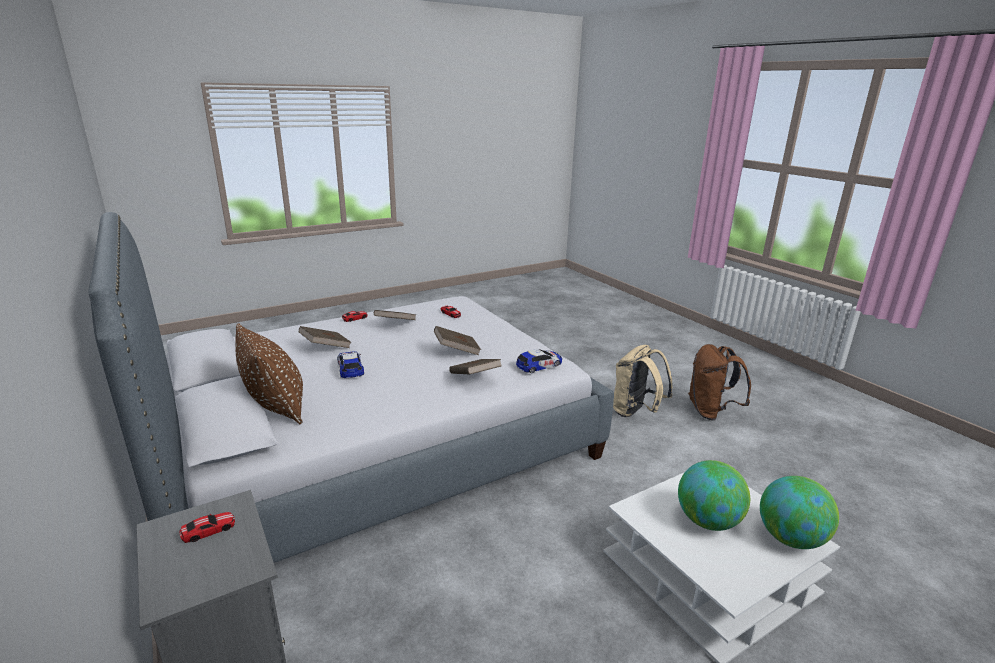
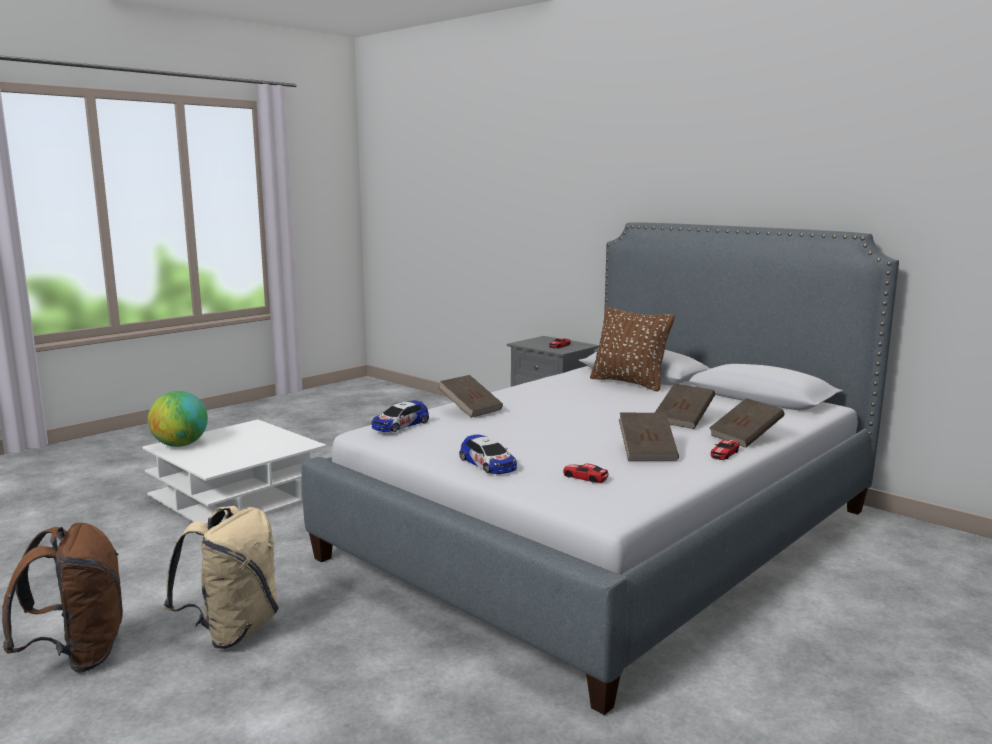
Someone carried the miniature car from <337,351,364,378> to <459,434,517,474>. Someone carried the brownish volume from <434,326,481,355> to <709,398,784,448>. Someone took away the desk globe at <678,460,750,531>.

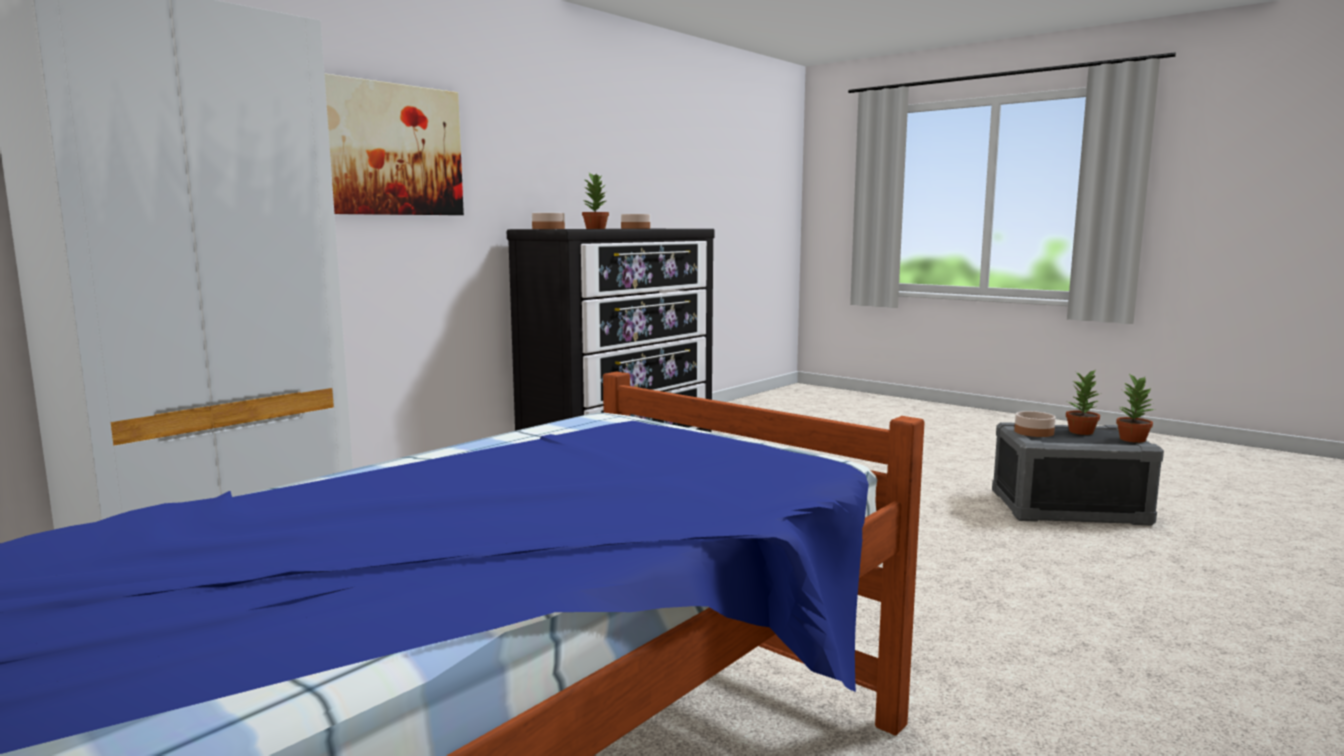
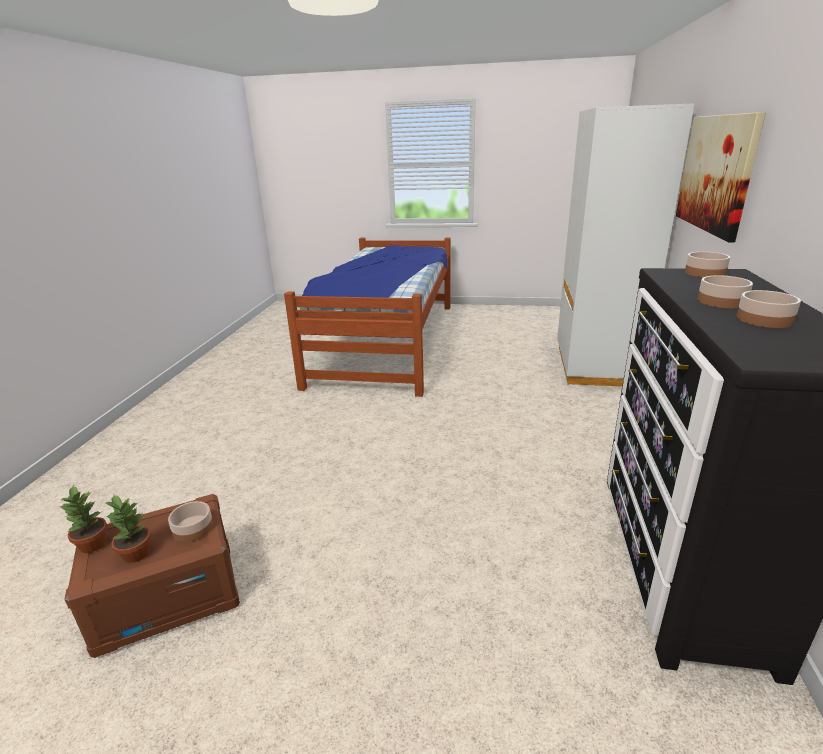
Someone repainted the grey storage bin at <992,422,1164,526>, which became the brownish storage bin at <64,494,240,658>. Someone put down the bowl at <698,275,753,308>. Someone took away the houseplant at <582,173,609,229>.

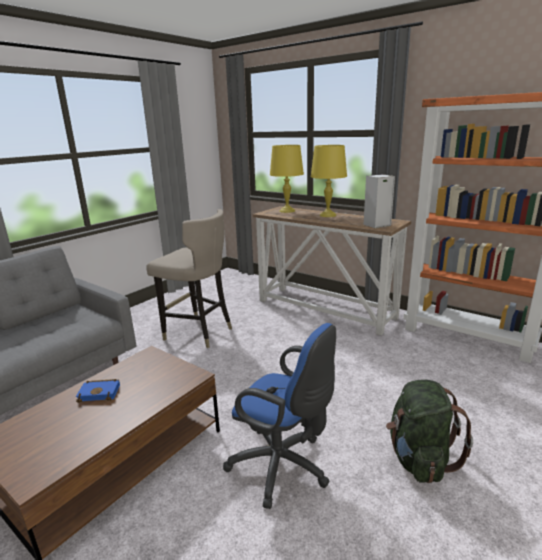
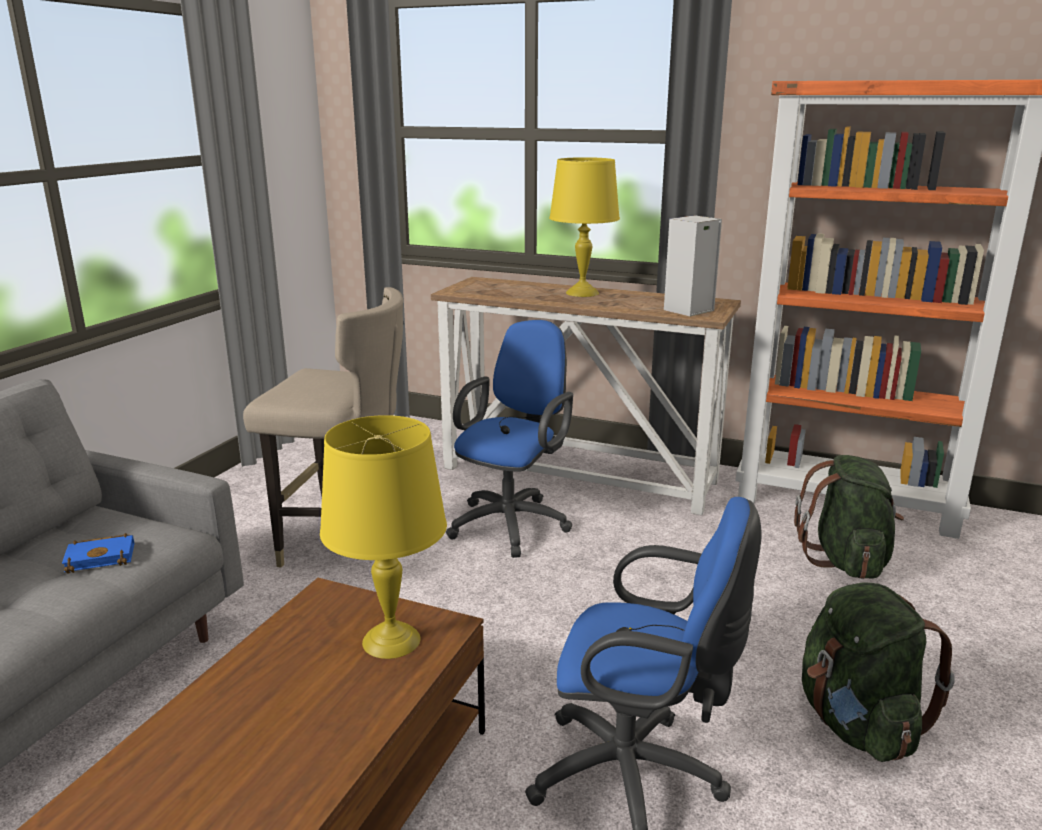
Someone carried the bluish volume from <76,379,120,403> to <62,533,134,574>. Someone carried the yellow-coloured lamp for a table from <270,145,304,213> to <320,415,447,659>. Someone put down the bluish desk chair at <446,320,573,558>. Someone put down the greenish rucksack at <794,455,904,579>.

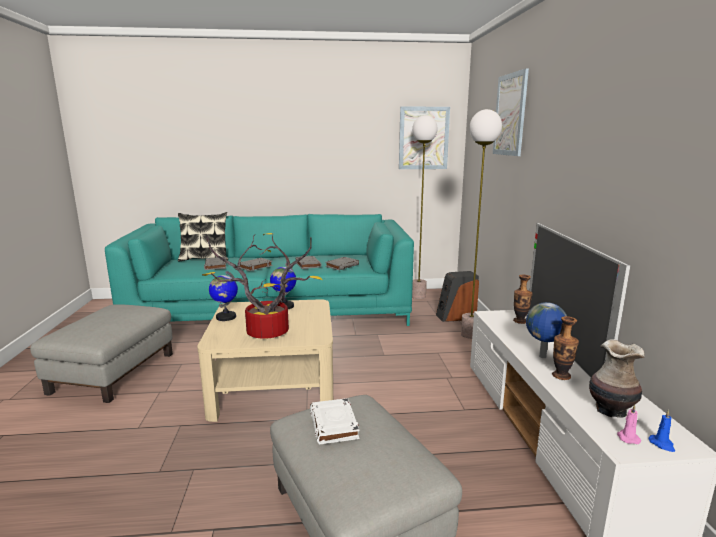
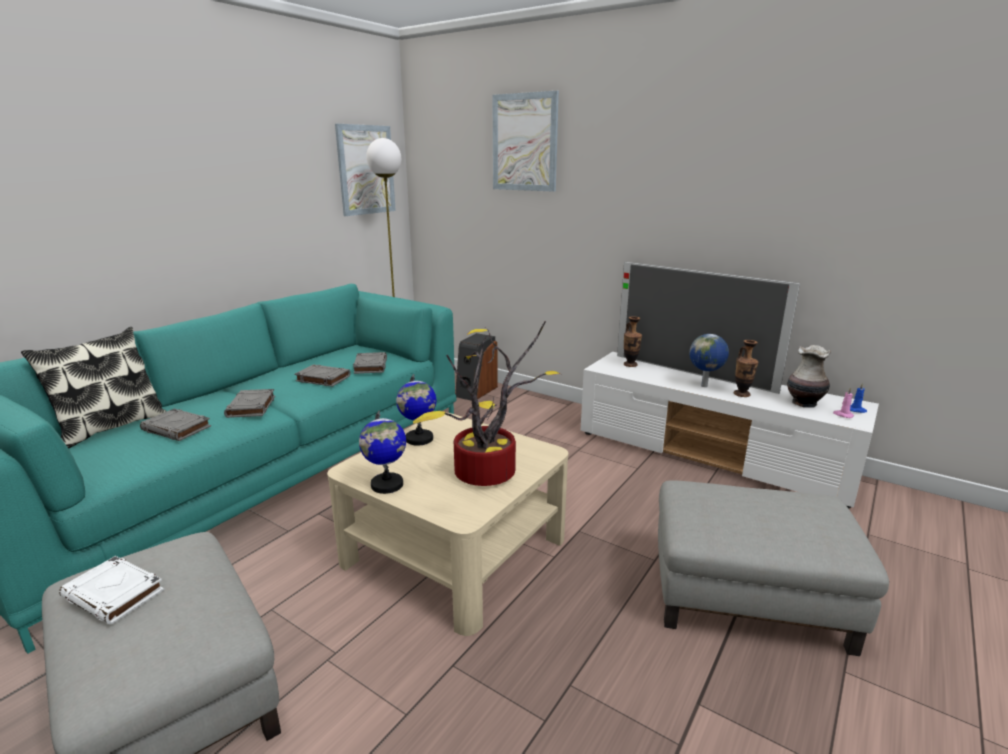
Someone carried the white volume from <310,398,360,444> to <59,556,164,625>. Someone took away the standing lamp at <461,109,502,339>.

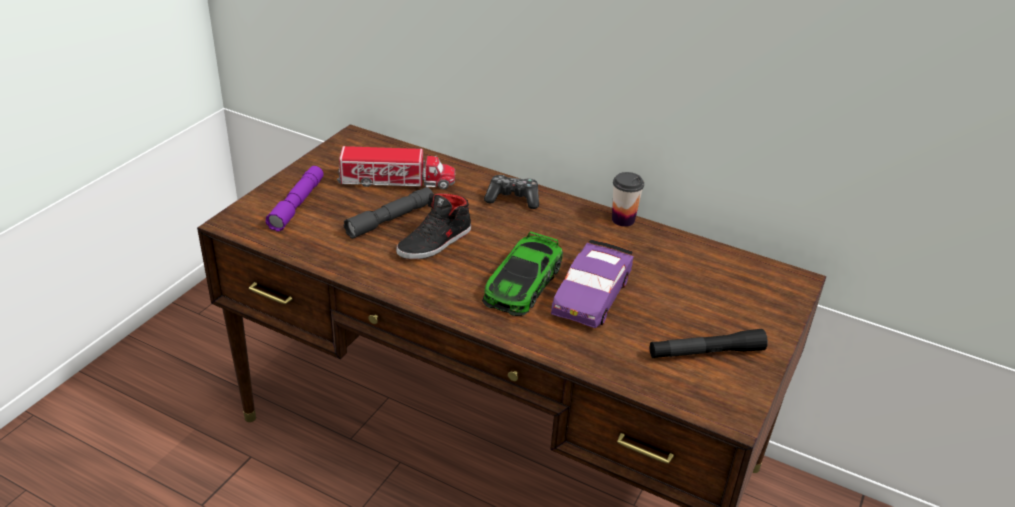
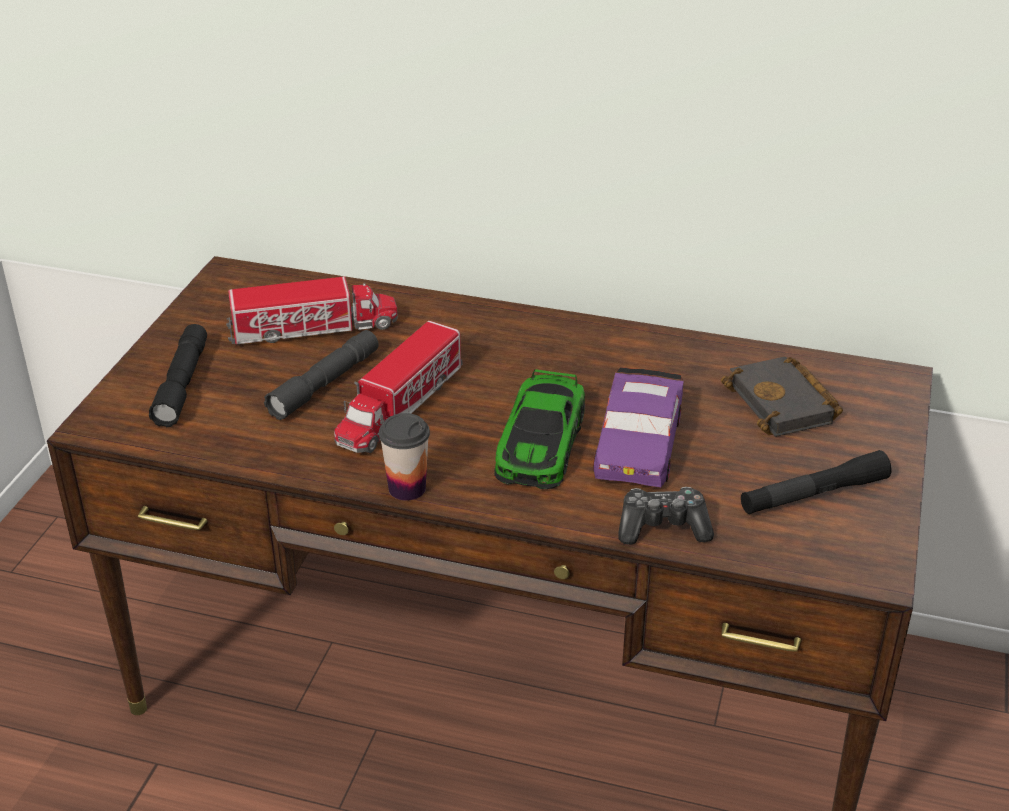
Someone repainted the purple-coloured torch at <265,166,324,232>, which became the black-coloured torch at <149,324,207,427>. Someone swapped the black-coloured low shoe at <396,193,471,259> for the toy truck at <334,321,462,453>. Someone carried the drinking cup from <612,172,644,227> to <379,413,430,501>. Someone carried the joypad from <484,175,539,209> to <618,487,714,545>. Someone put down the black-coloured volume at <721,357,843,437>.

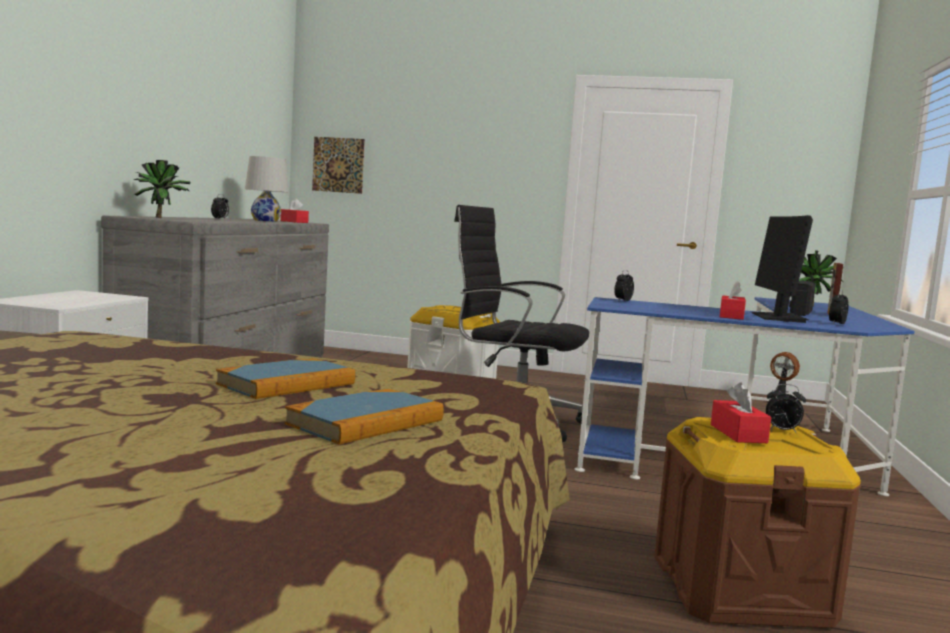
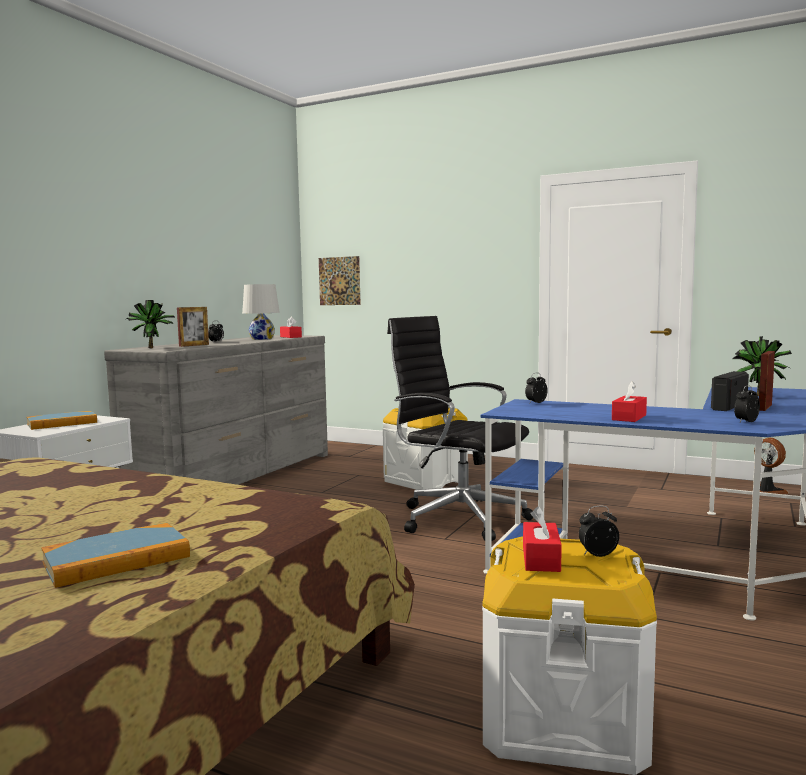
Someone carried the volume from <216,358,355,399> to <26,411,97,430>. Someone put down the standing frame at <177,307,209,347>. Someone repainted the brownish storage bin at <654,417,861,628>, which became the white storage bin at <482,536,657,775>. Someone rotated the alarm clock at <766,384,806,432> by 135 degrees clockwise. Someone took away the computer screen at <751,215,813,323>.

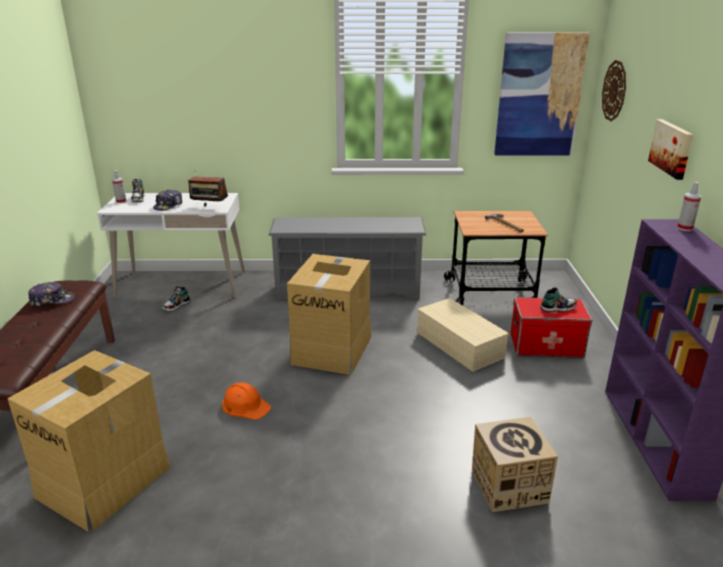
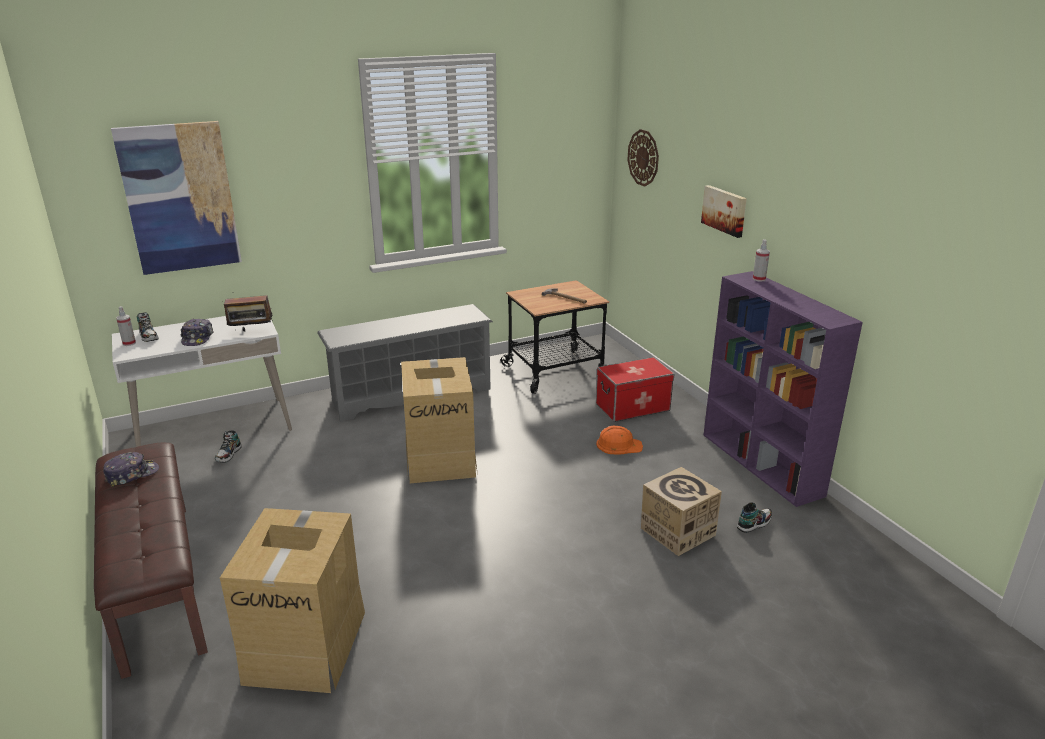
Someone carried the picture from <494,32,590,155> to <111,121,242,275>. Someone carried the orange hard hat from <222,383,271,420> to <596,426,643,454>. Someone carried the low shoe from <540,287,577,312> to <737,502,772,533>. Someone took away the beige-coloured storage bin at <417,298,509,372>.

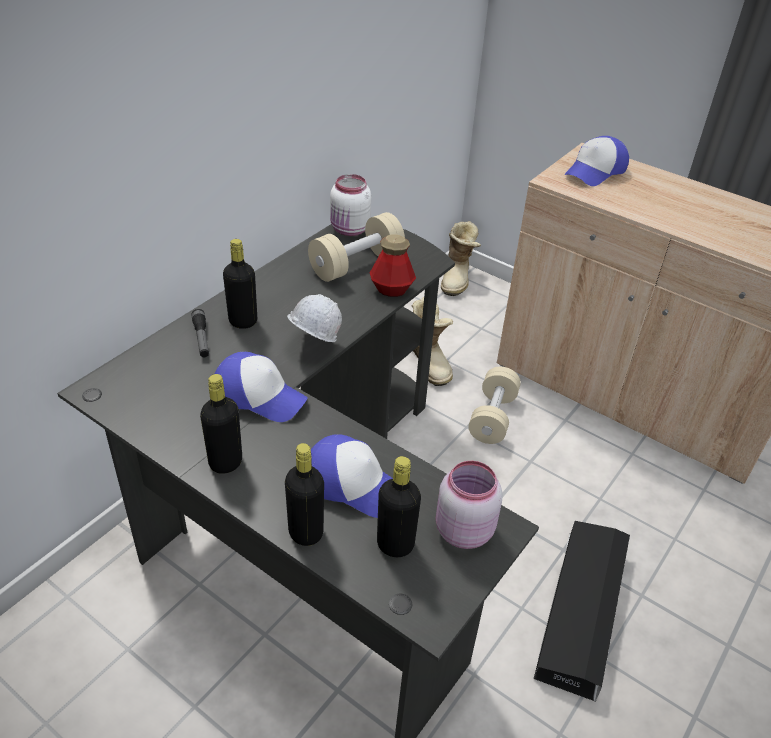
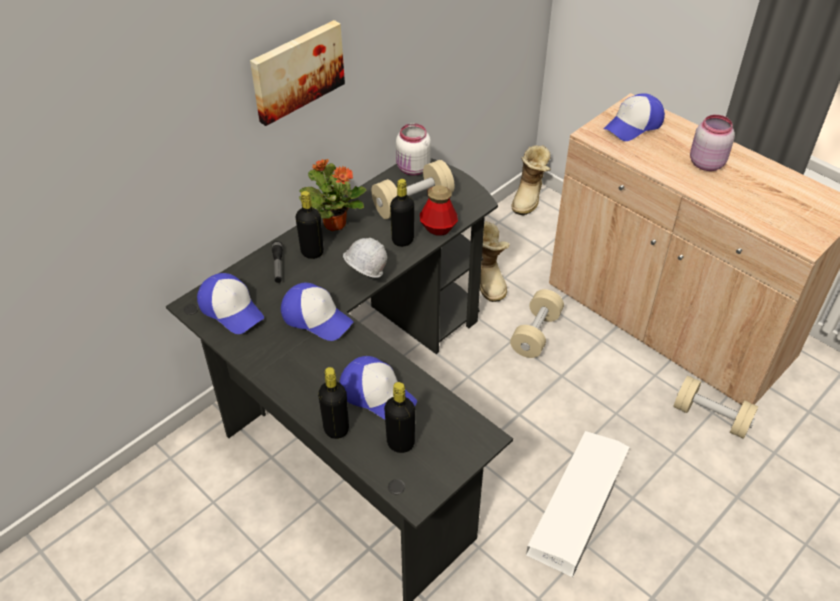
Someone put down the baseball cap at <197,273,264,334>. Someone put up the picture at <250,20,345,126>. Someone put down the houseplant at <299,159,366,231>. Someone carried the black-coloured drink bottle from <200,374,242,474> to <390,179,414,247>. Someone repainted the black-coloured storage bin at <534,521,630,702>, which became the white storage bin at <526,431,630,578>. Someone put down the beige-coloured free weight at <673,376,759,439>. Someone carried the pink storage jar from <436,461,503,549> to <690,115,735,171>.

